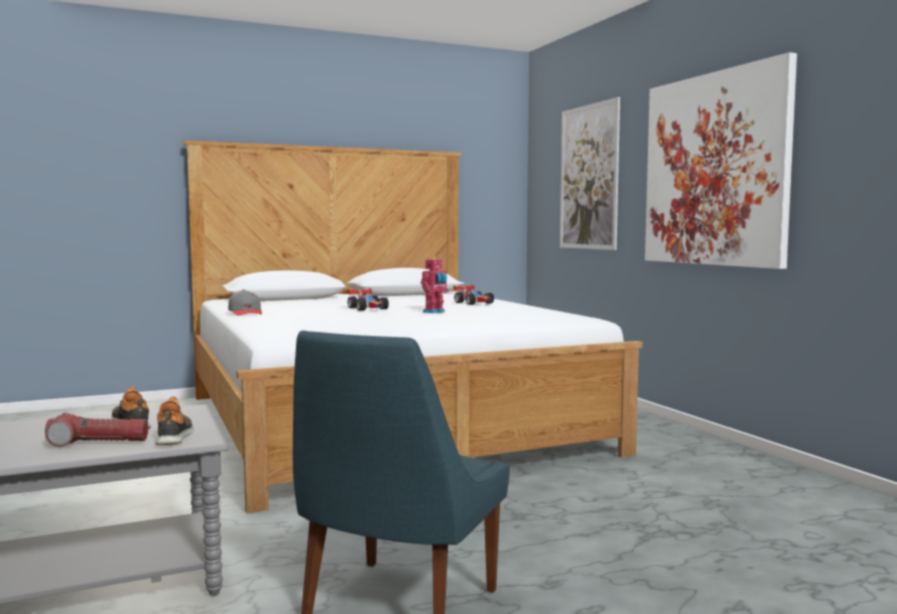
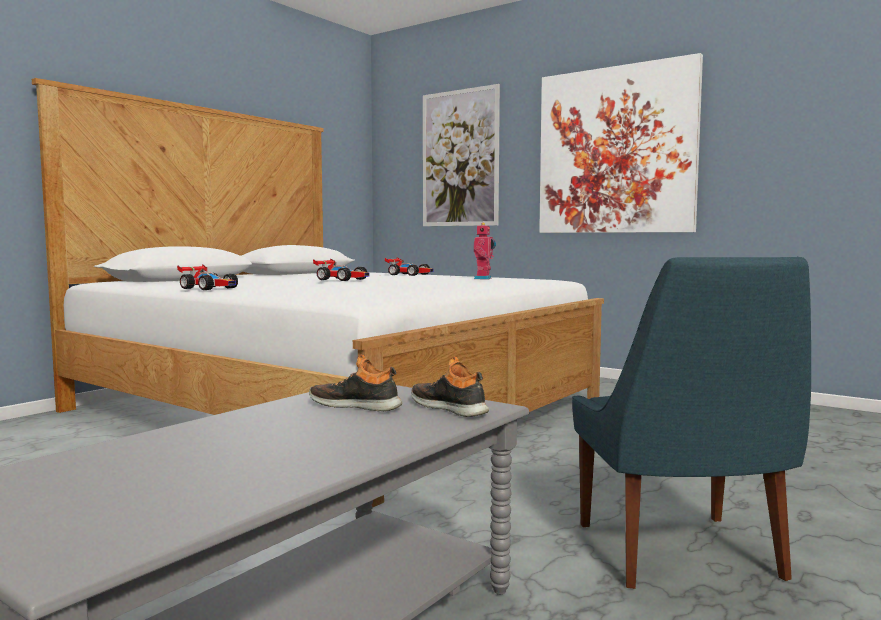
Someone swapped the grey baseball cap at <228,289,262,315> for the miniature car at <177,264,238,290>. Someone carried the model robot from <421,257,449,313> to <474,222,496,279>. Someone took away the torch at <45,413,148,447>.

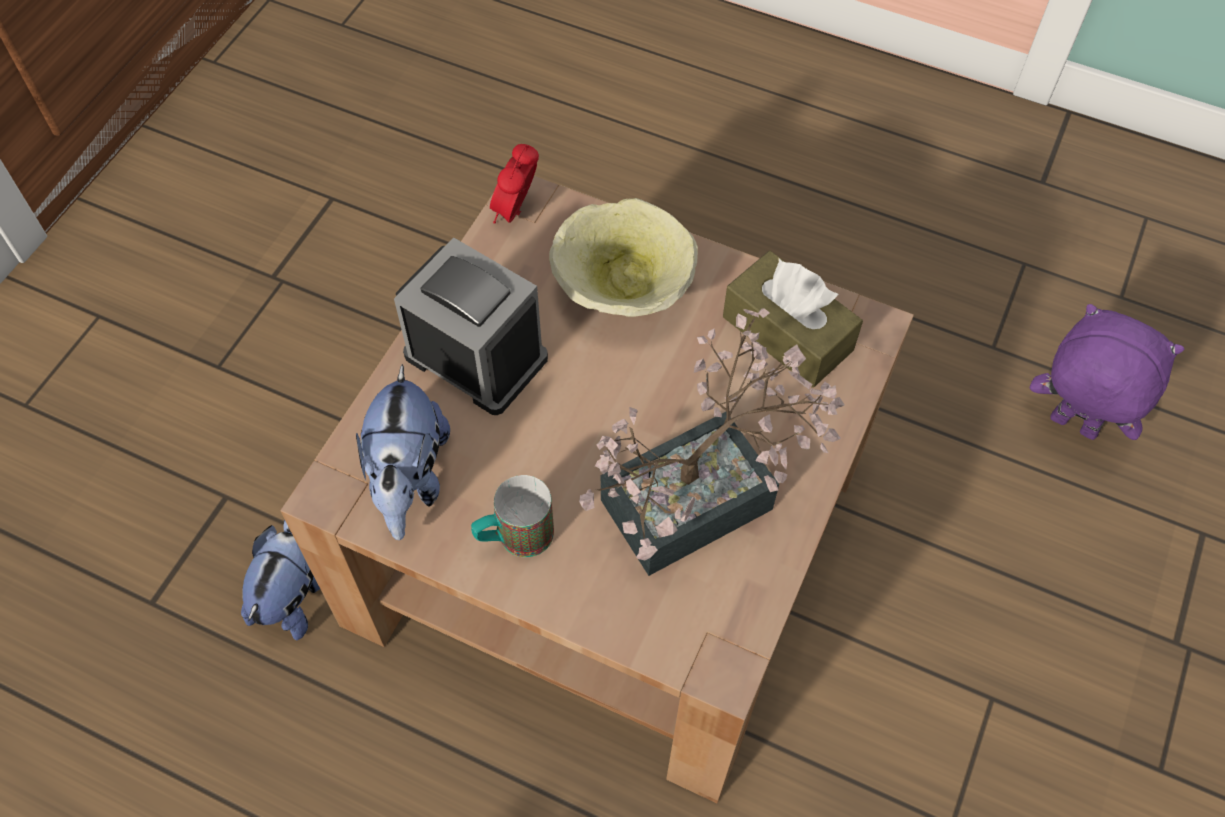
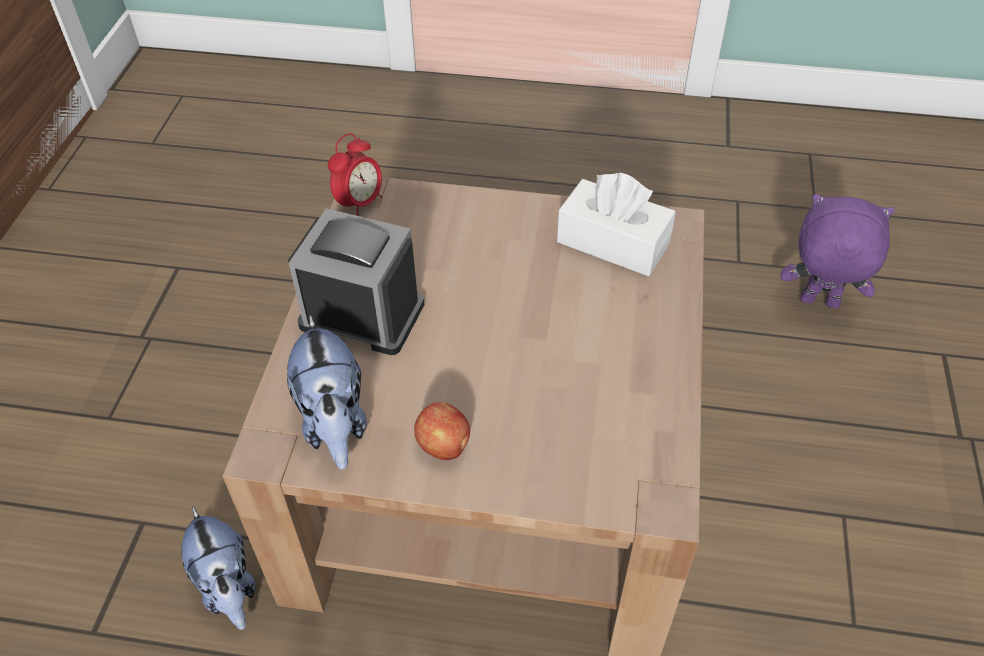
Someone rotated the plush toy at <241,520,320,641> by 150 degrees clockwise. Someone rotated the alarm clock at <490,144,539,224> by 150 degrees counterclockwise. Someone swapped the tea mug at <471,475,554,557> for the apple fruit at <414,402,470,460>. Someone repainted the brownish box of tissues at <723,251,863,388>, which became the white box of tissues at <557,173,676,276>. Someone took away the beige-coloured bowl at <549,198,698,317>. Someone took away the houseplant at <579,308,844,576>.

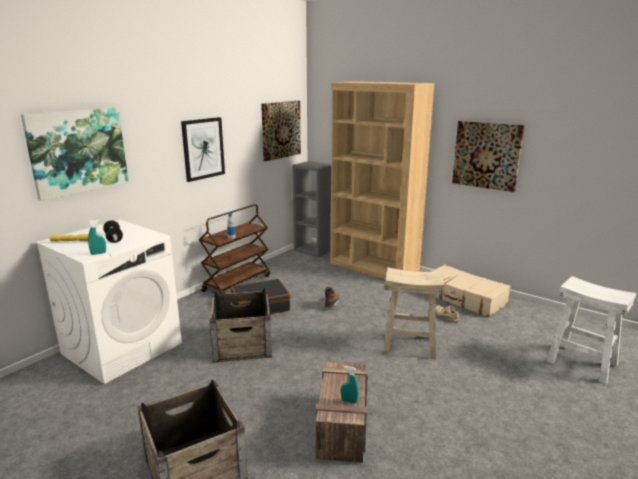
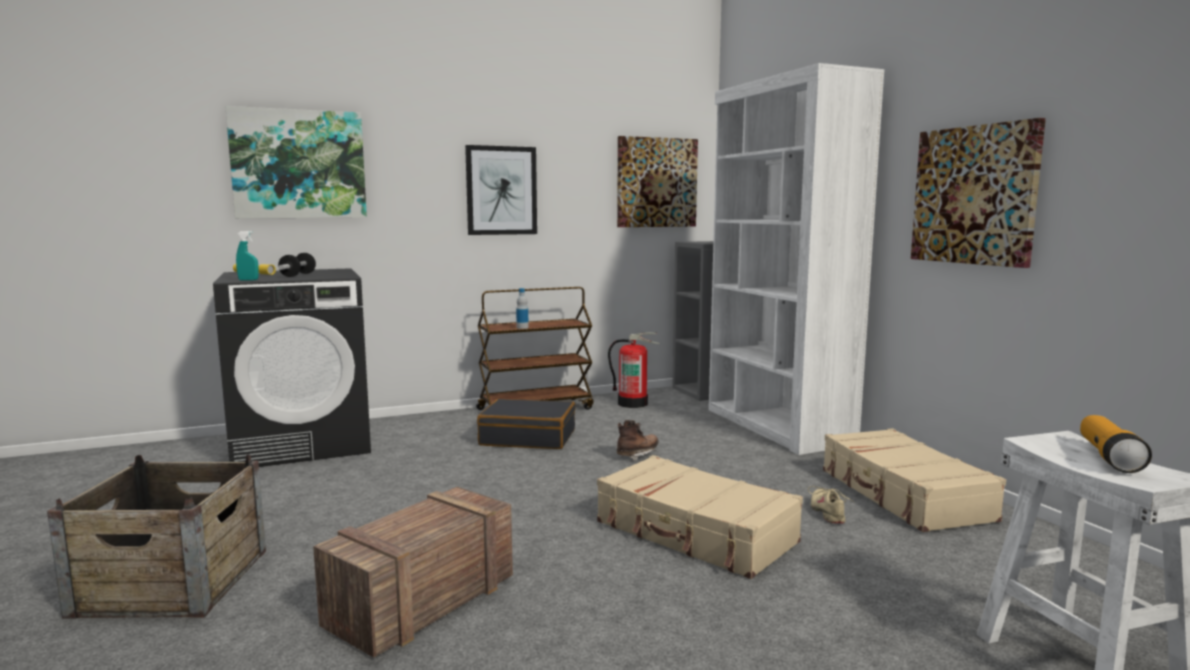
Someone repainted the white washing machine at <36,220,182,384>, which became the black-coloured washing machine at <213,268,371,467>. Someone swapped the beige-coloured stool at <383,267,444,360> for the beige-coloured piece of luggage at <597,455,803,579>. Someone put down the fire-fighting cylinder at <608,332,660,408>. Someone repainted the brownish bookcase at <330,81,434,279>, which became the white bookcase at <709,63,884,455>. Someone put down the torch at <1080,415,1152,473>. Someone took away the crate at <210,288,272,363>. Someone took away the blue-green hand sprayer at <341,366,359,403>.

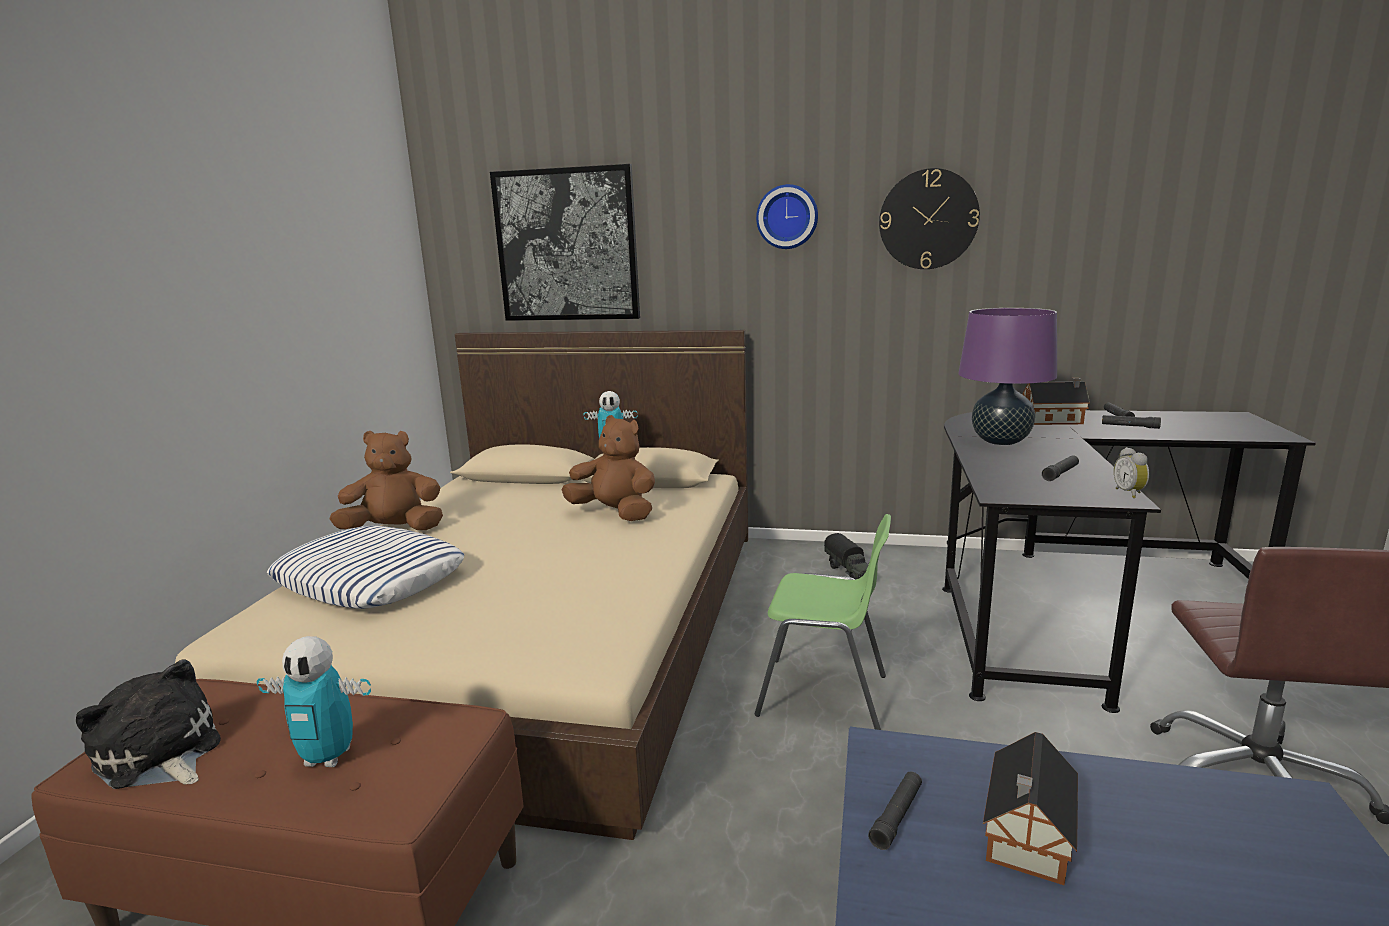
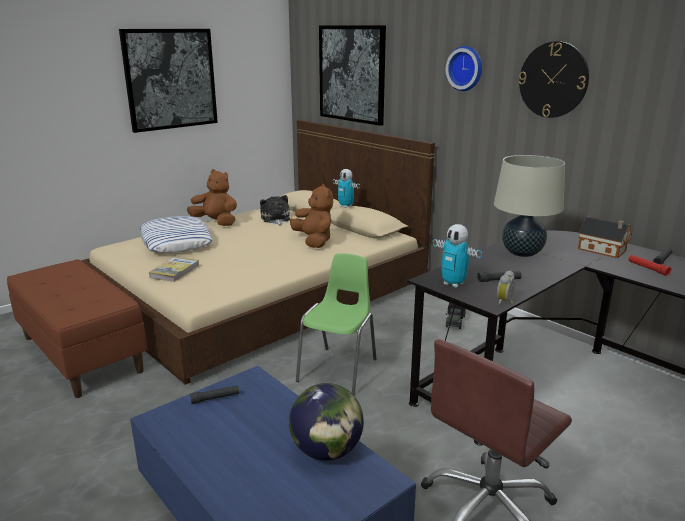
Someone put up the picture at <119,29,218,133>. Someone put down the volume at <149,257,200,282>. Someone carried the plush toy from <76,659,221,789> to <260,195,290,226>. Someone put down the desk globe at <289,383,364,461>. Someone rotated the greenish upright chair at <755,514,891,730> by 120 degrees counterclockwise. Someone carried the model robot from <256,636,371,767> to <433,224,482,288>. Someone repainted the purple-coloured lamp for a table at <958,308,1057,445>, which became the beige-coloured lamp for a table at <494,155,565,257>. Someone repainted the black-coloured torch at <1102,415,1161,429>, which became the reddish torch at <628,255,671,276>. Someone took away the toy house at <983,732,1078,885>.

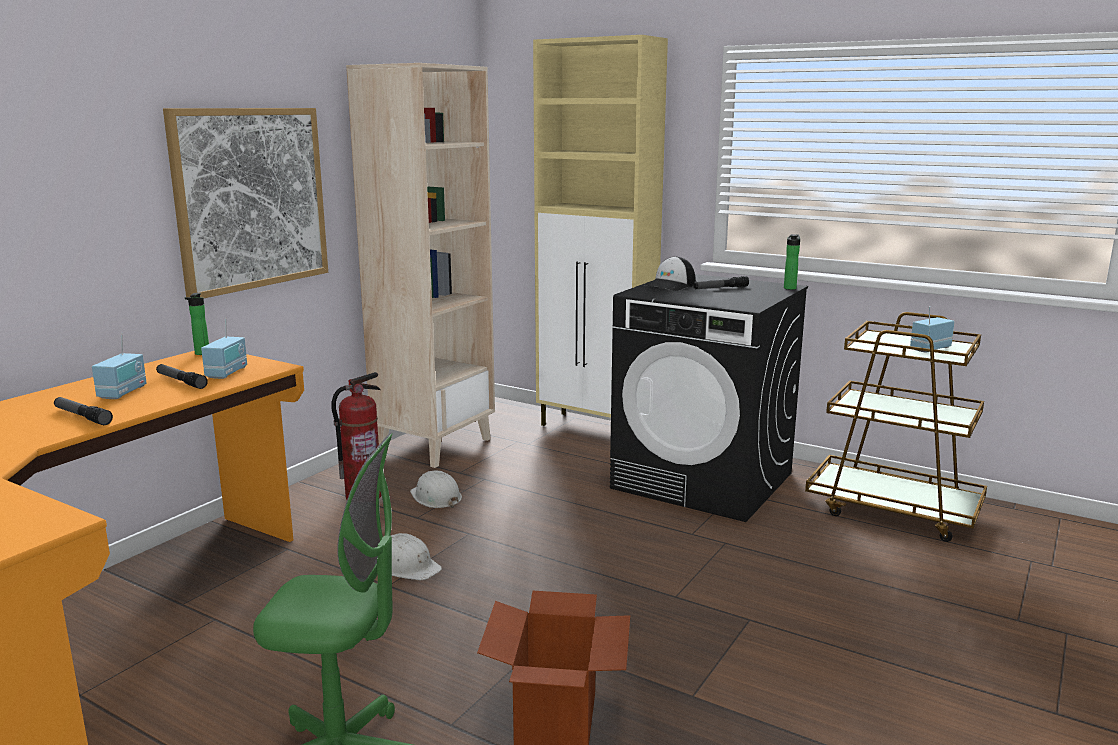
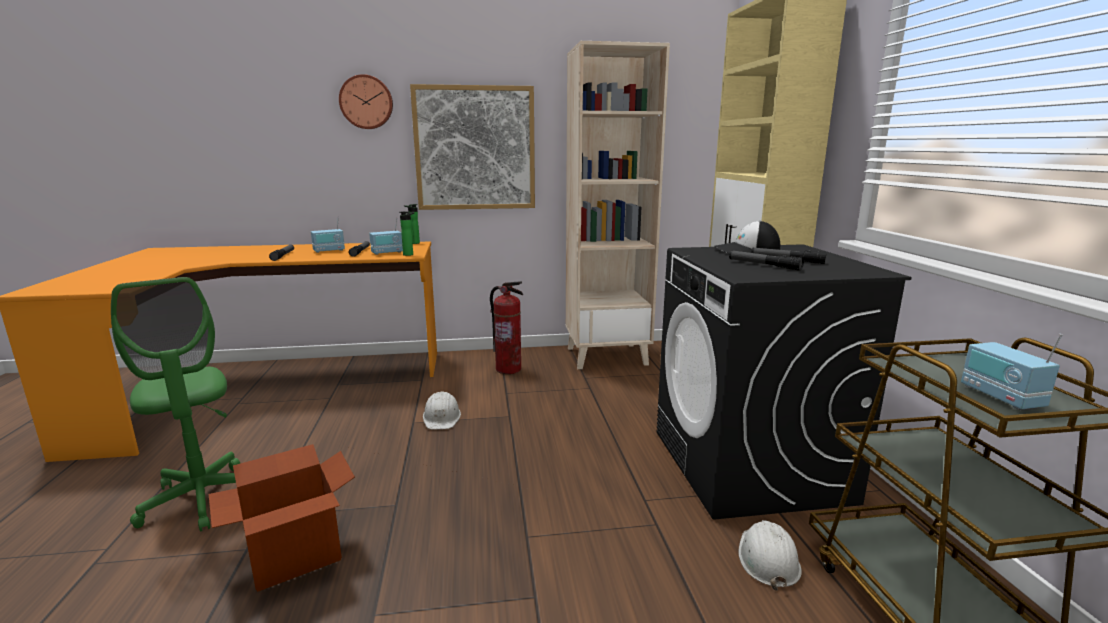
Someone put up the hanging clock at <339,74,393,129>. Someone carried the drink bottle from <784,234,800,290> to <400,211,415,256>. Someone put down the torch at <729,250,804,271>. Someone carried the white hard hat from <410,470,462,508> to <739,520,802,591>. Someone rotated the radio at <910,306,955,353> by 120 degrees counterclockwise.

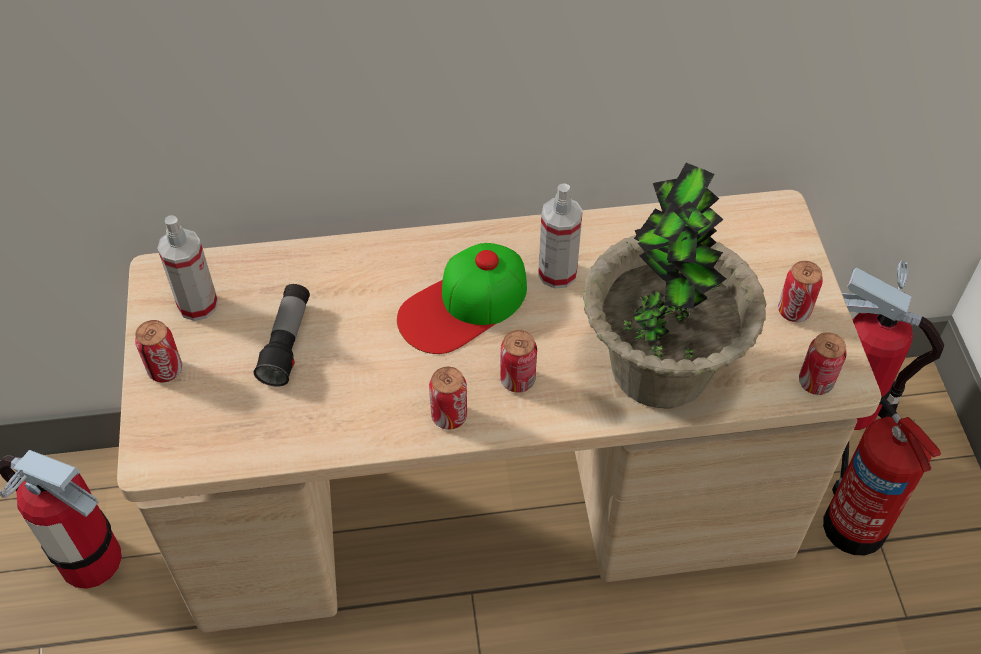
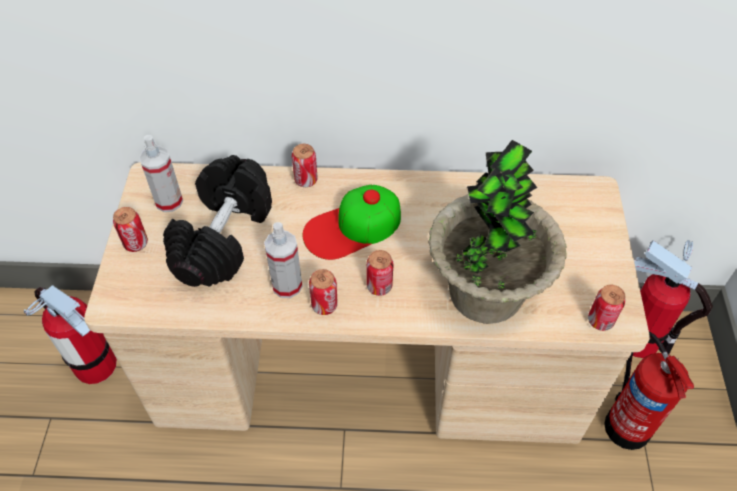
Someone swapped the torch at <253,284,310,387> for the black-coloured free weight at <163,155,272,287>. Someone carried the hand sprayer from <538,184,583,289> to <264,222,302,298>. Someone carried the metal can from <778,261,823,322> to <292,144,318,187>.

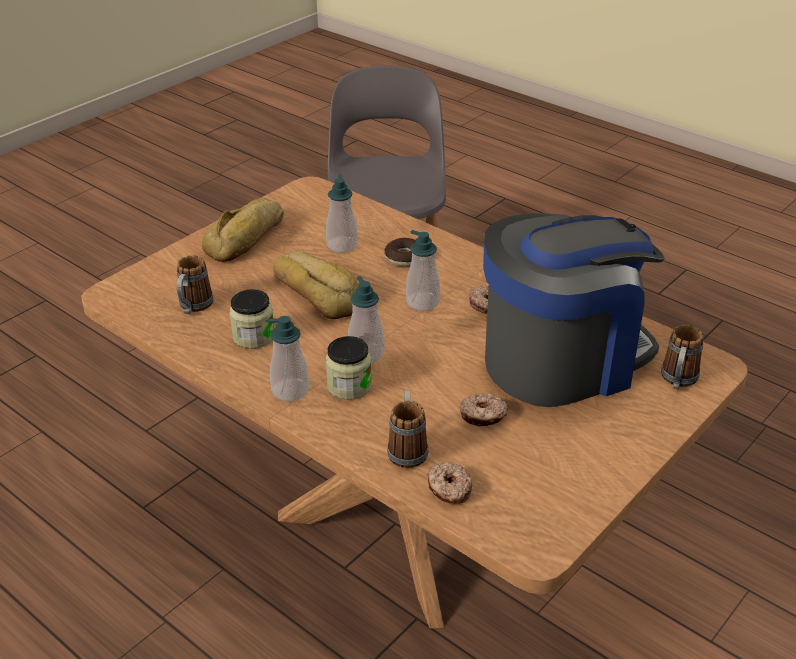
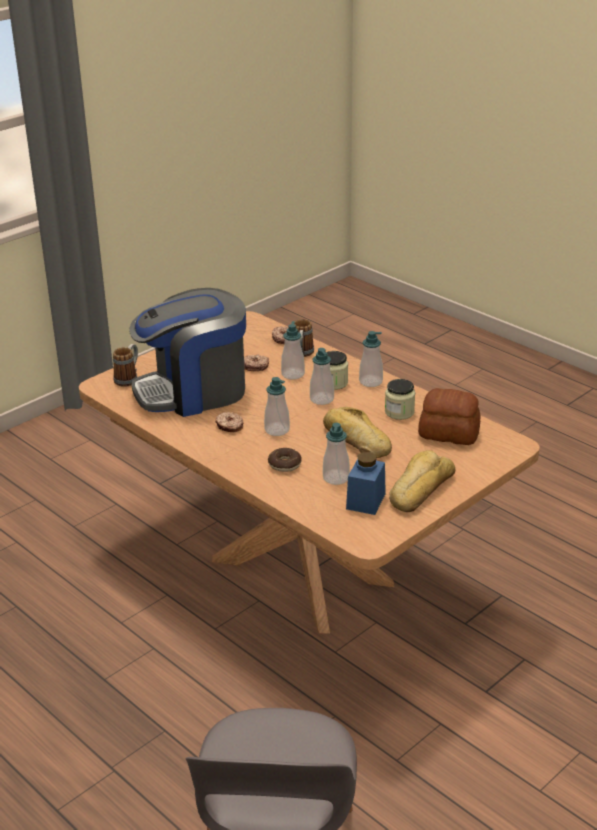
Someone put down the soap bottle at <281,321,305,379>. Someone put down the bluish storage jar at <346,452,386,515>. Someone swapped the tea mug at <177,255,213,314> for the bread at <418,388,480,445>.

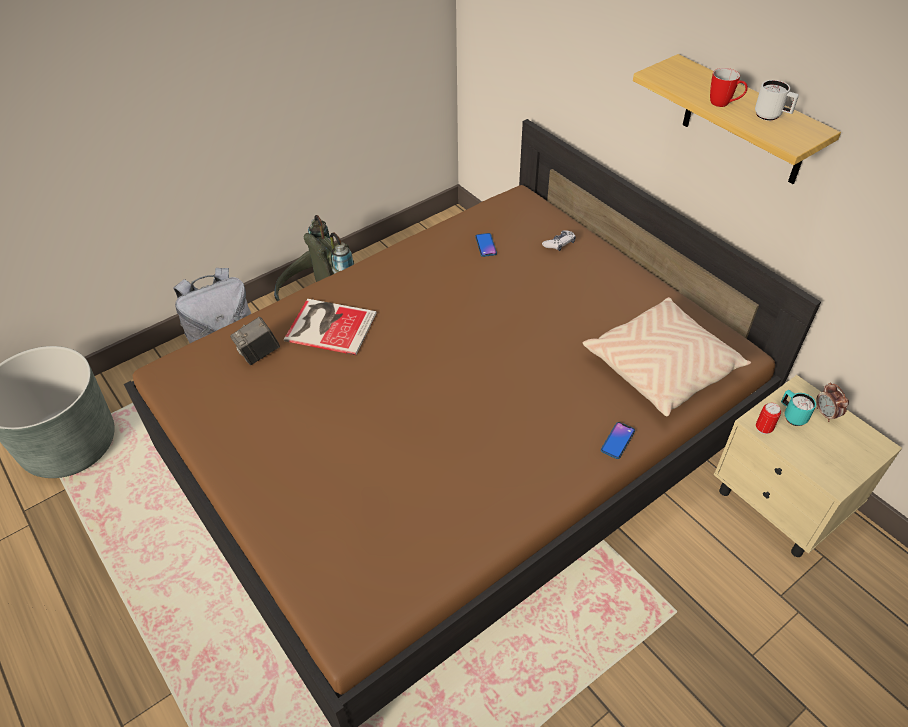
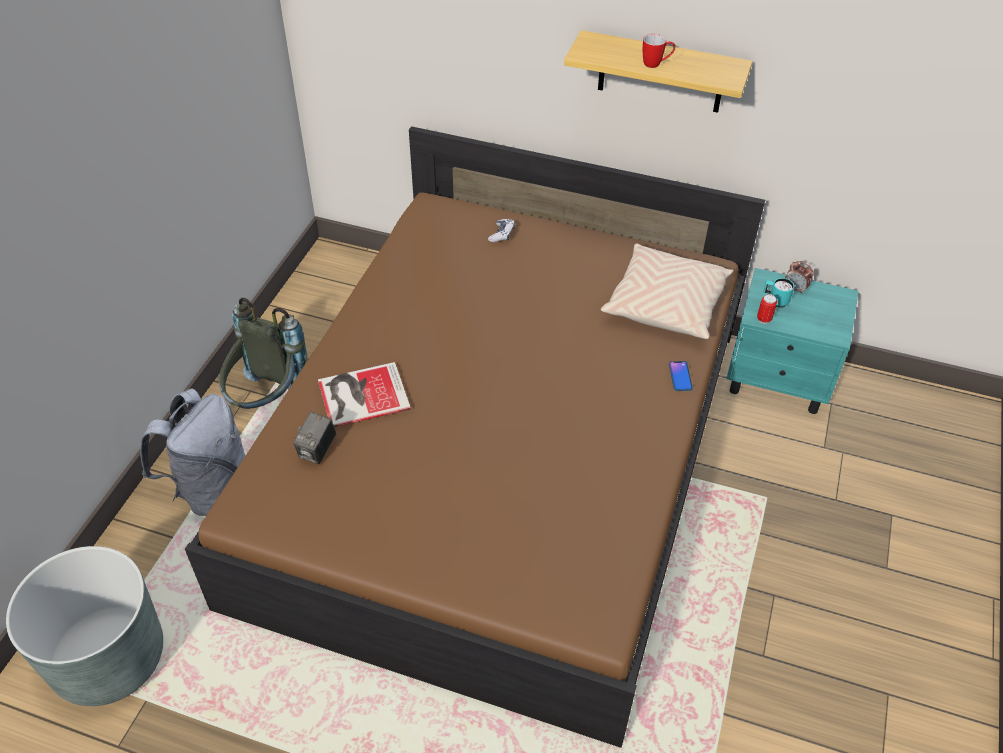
Someone repainted the beige-coloured bedside table at <714,375,902,557>, which became the blue-green bedside table at <726,268,859,414>. Someone took away the telephone at <475,233,497,257>. Someone took away the white tea mug at <755,80,799,121>.

